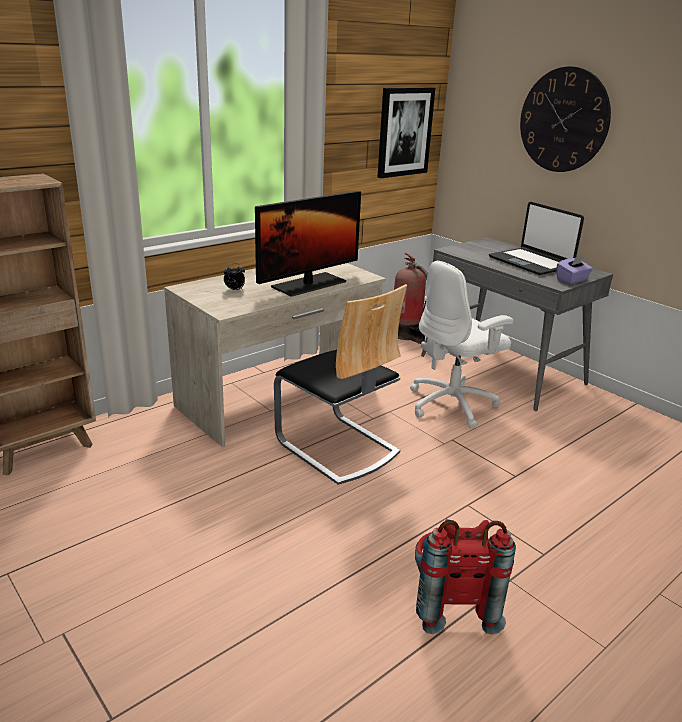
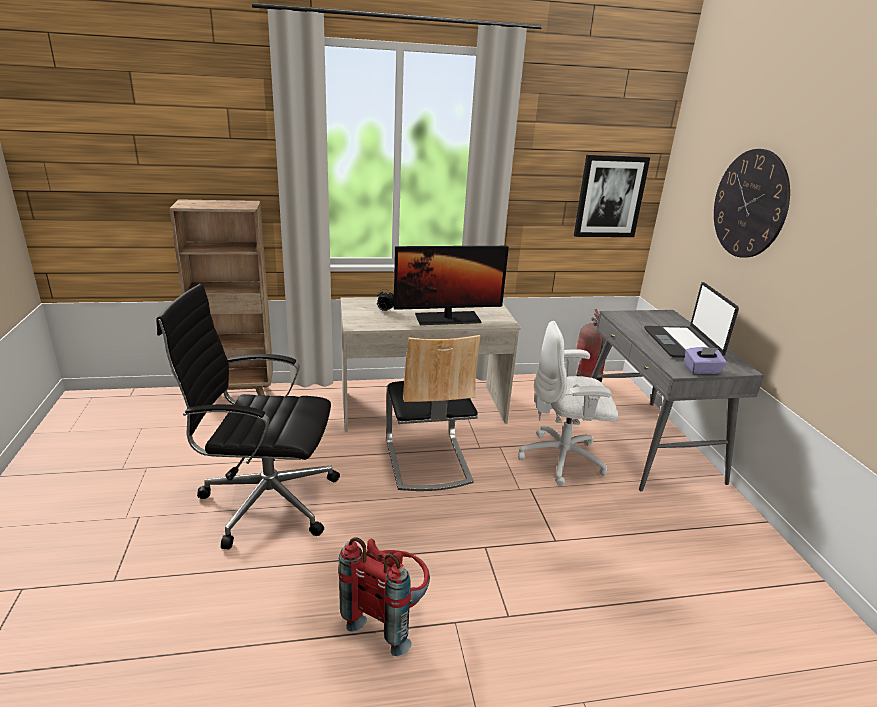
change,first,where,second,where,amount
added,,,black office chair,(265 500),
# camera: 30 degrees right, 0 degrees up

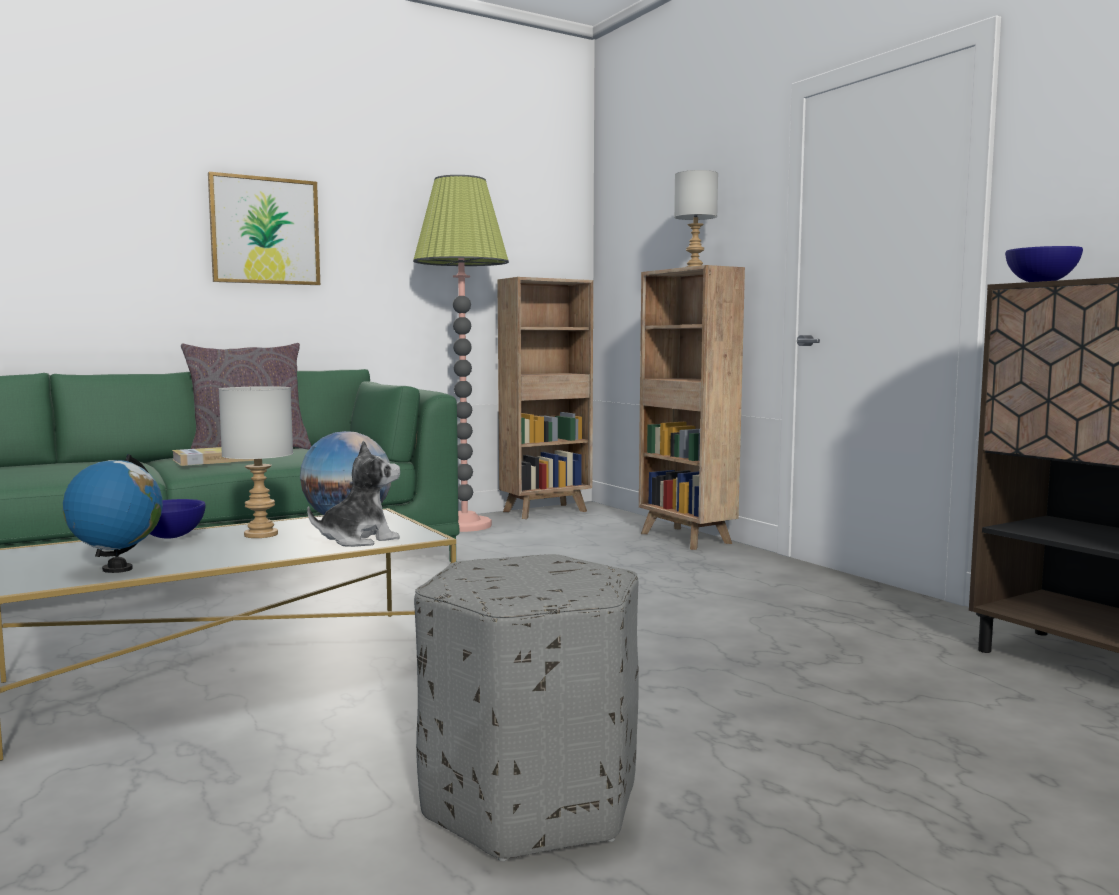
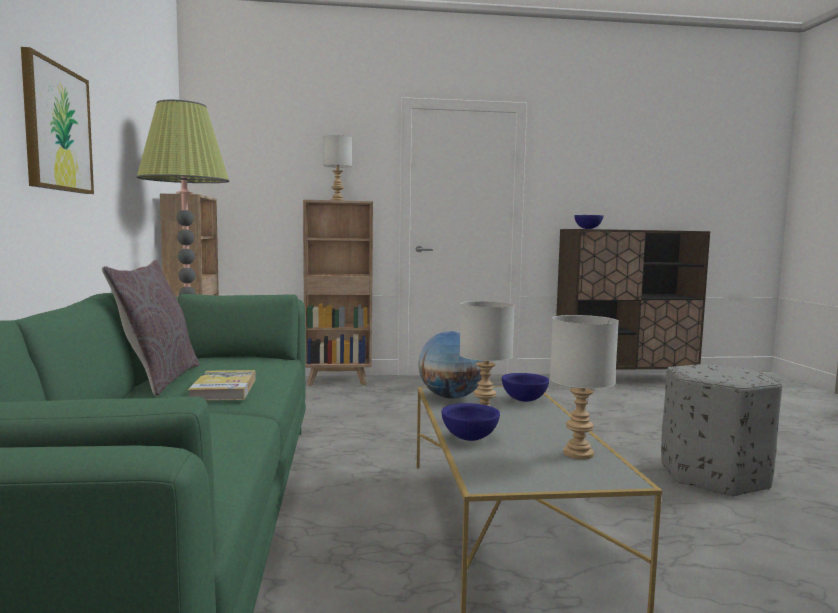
change,first,where,second,where,amount
replaced,globe,(117 569),grey table lamp,(578 454),
replaced,plush toy,(358 540),blue bowl,(524 400),
# camera: 65 degrees left, 0 degrees up

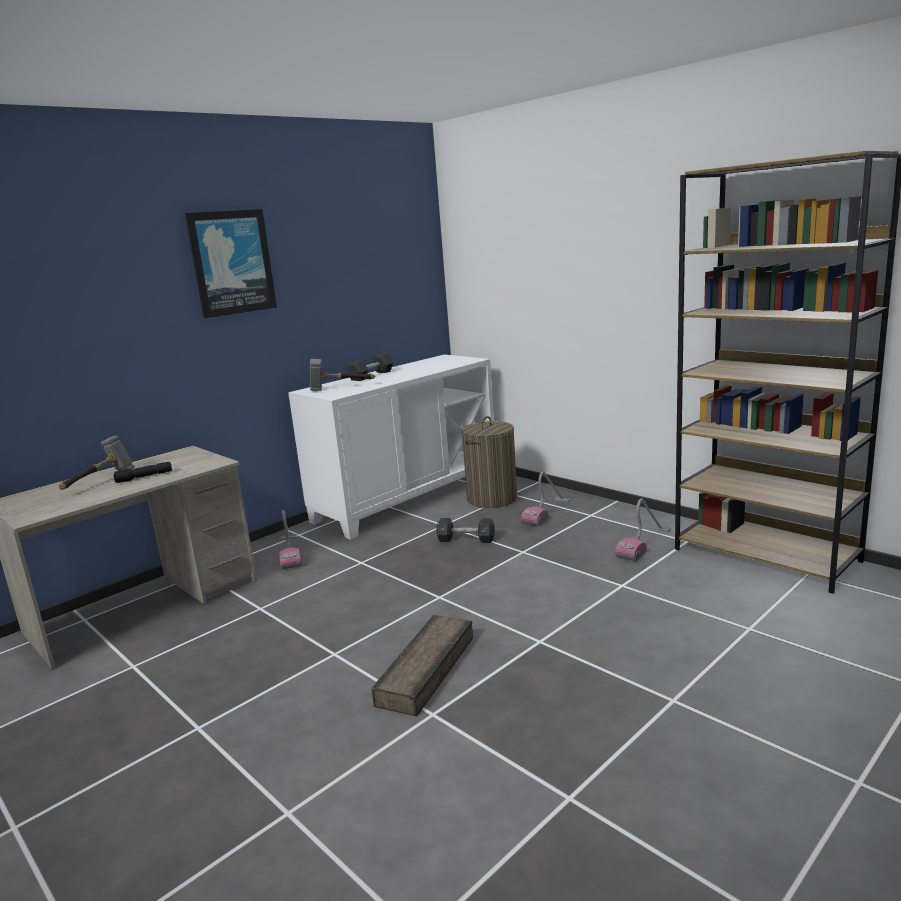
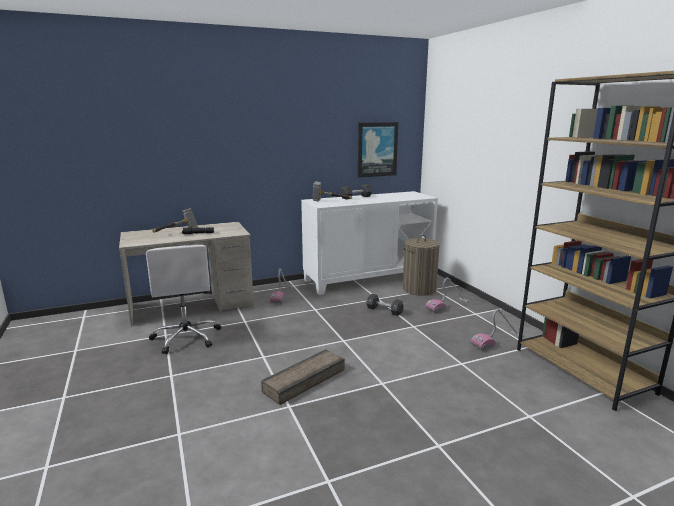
change,first,where,second,where,amount
added,,,white office chair,(186 337),
moved,picture,(231 262),,(377 149),
# camera: 20 degrees right, 0 degrees up

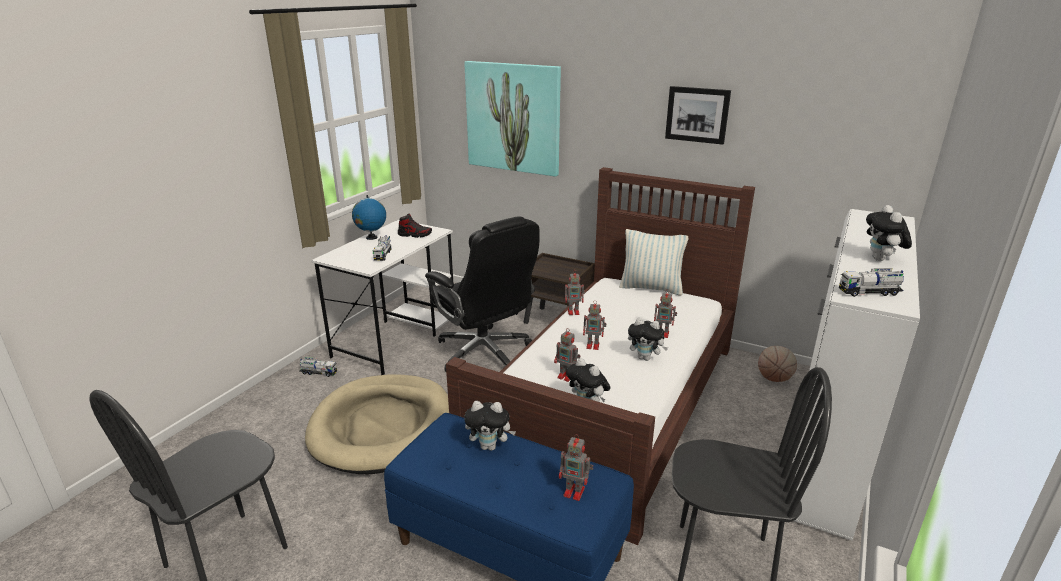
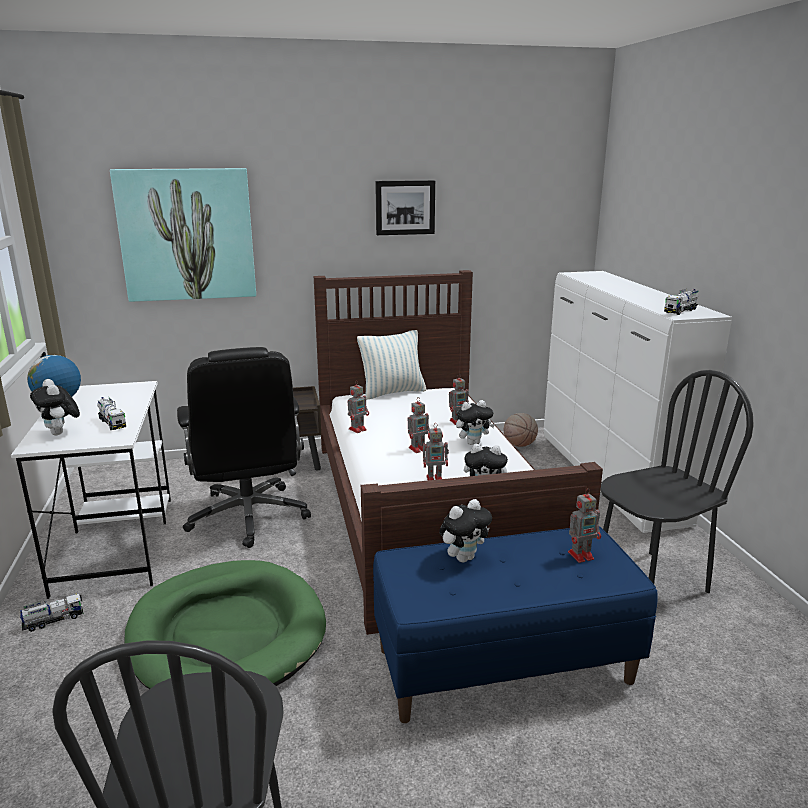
change,first,where,second,where,amount
removed,shoe,(415 235),,,
moved,plush toy,(881 260),,(61 433),
recoloured,beige dog bed,(382 427),green dog bed,(227 634),
turned,black office chair,(485 352),,(248 517),60 degrees clockwise
# camera: 40 degrees left, 5 degrees down

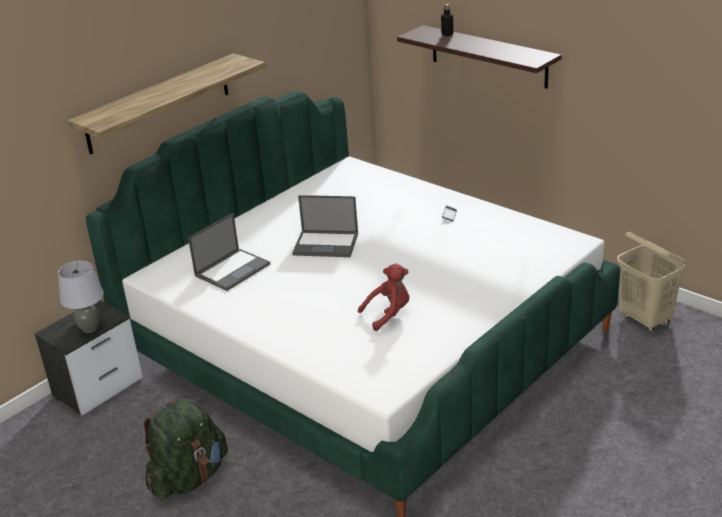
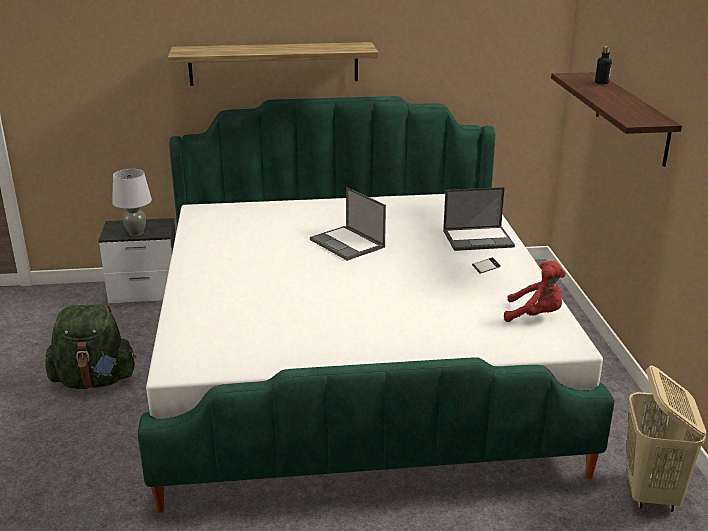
change,first,where,second,where,amount
moved,laptop,(233 269),,(478 238),
moved,red plush toy,(388 314),,(535 315),
# camera: 40 degrees right, 5 degrees down

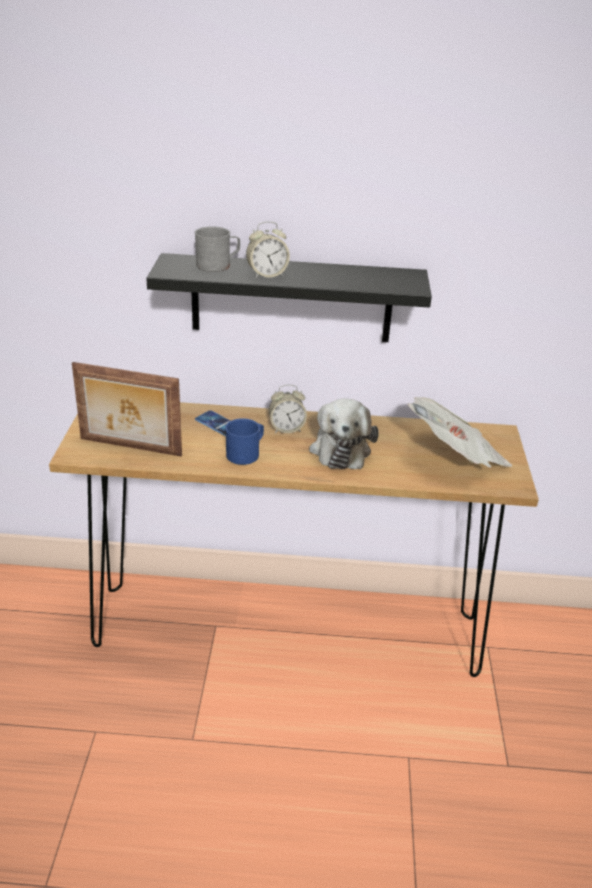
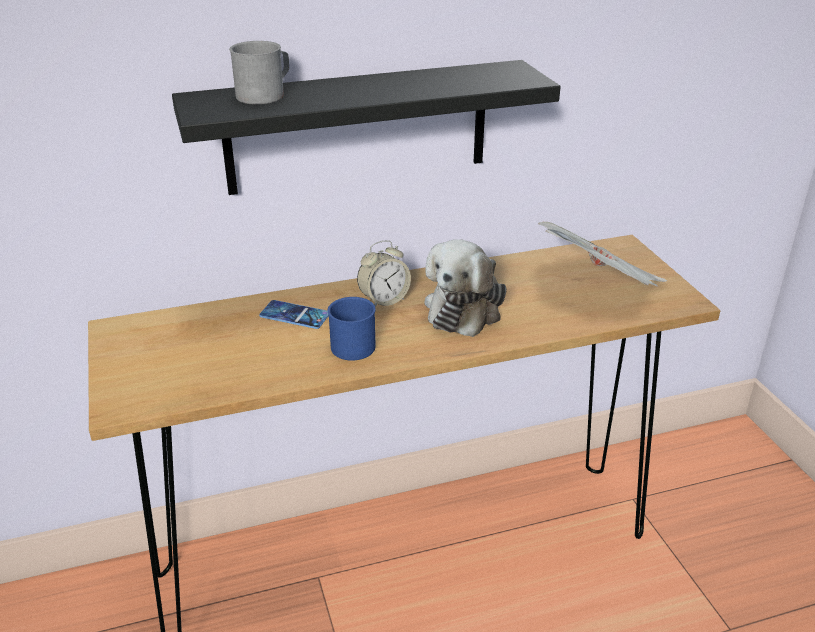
change,first,where,second,where,amount
removed,picture frame,(130 448),,,
removed,alarm clock,(267 275),,,
turned,plush toy,(340 449),,(465 308),45 degrees clockwise
# camera: 20 degrees left, 0 degrees up

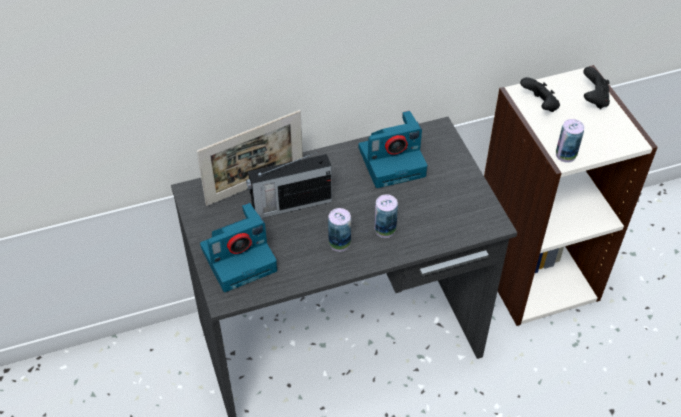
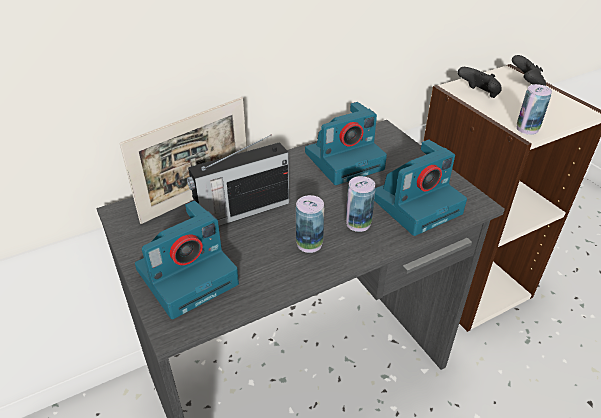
change,first,where,second,where,amount
added,,,photo camera,(416 204),
# camera: 10 degrees left, 10 degrees down

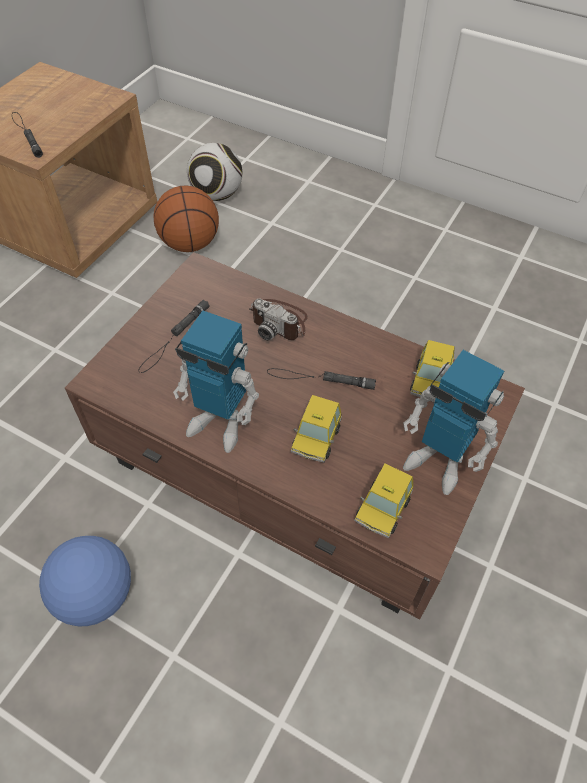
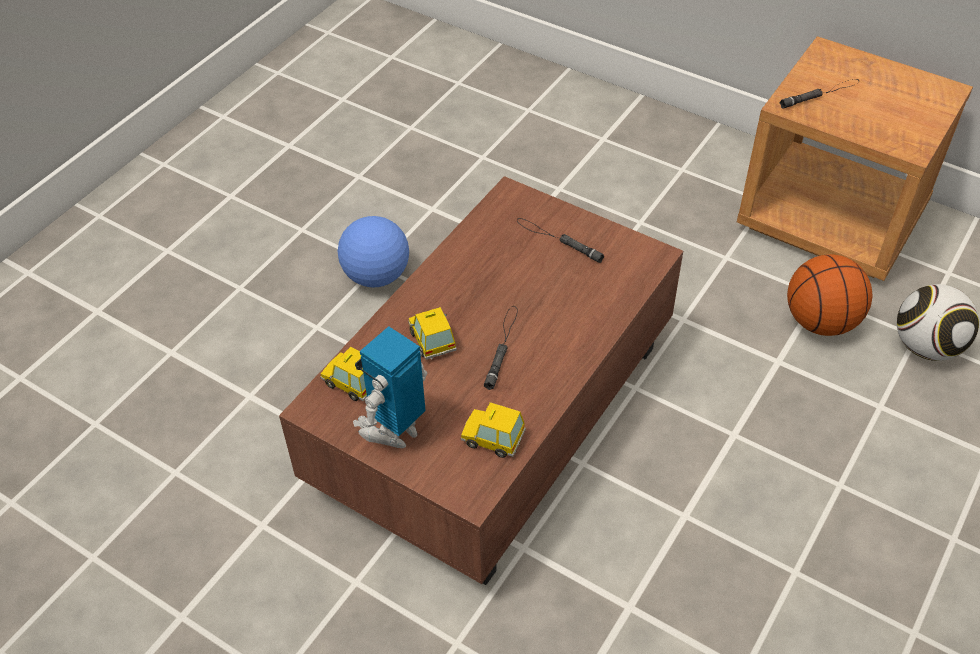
change,first,where,second,where,amount
removed,toy robot,(220 423),,,
removed,photo camera,(280 322),,,
turned,toy car,(316 438),,(432 340),45 degrees clockwise
# camera: 95 degrees right, 5 degrees down

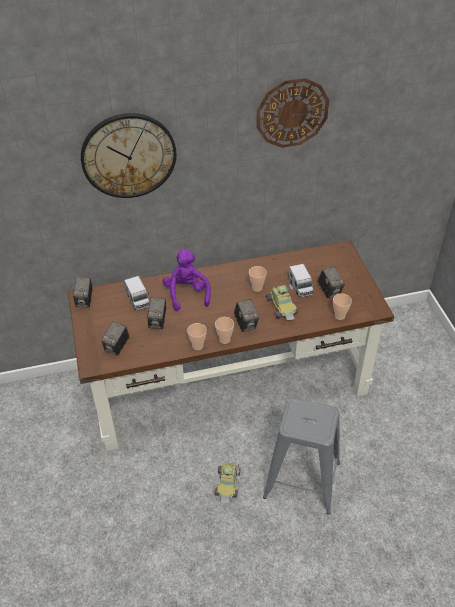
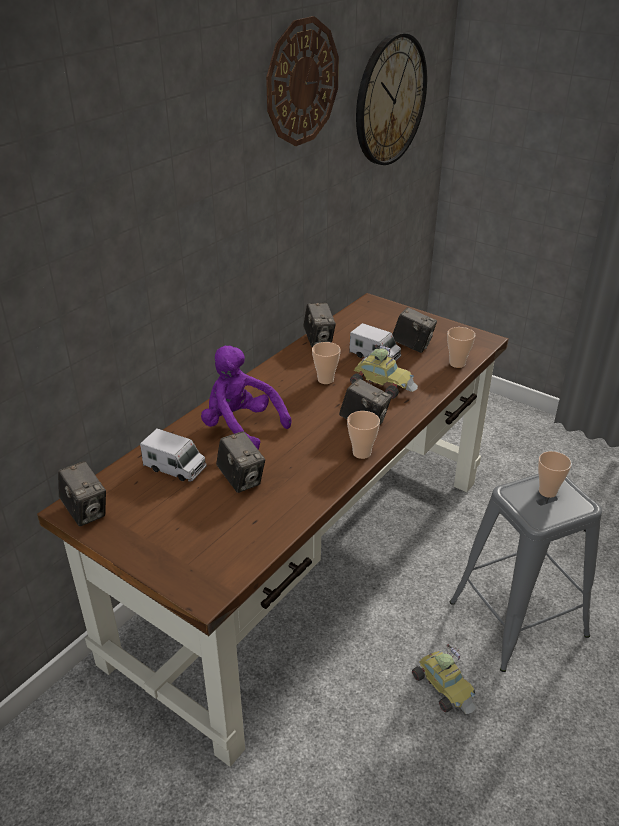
change,first,where,second,where,amount
moved,wall clock,(128 155),,(390 100),
moved,photo camera,(117 347),,(319 340),
moved,cup,(197 346),,(547 491),
# camera: 40 degrees left, 10 degrees down

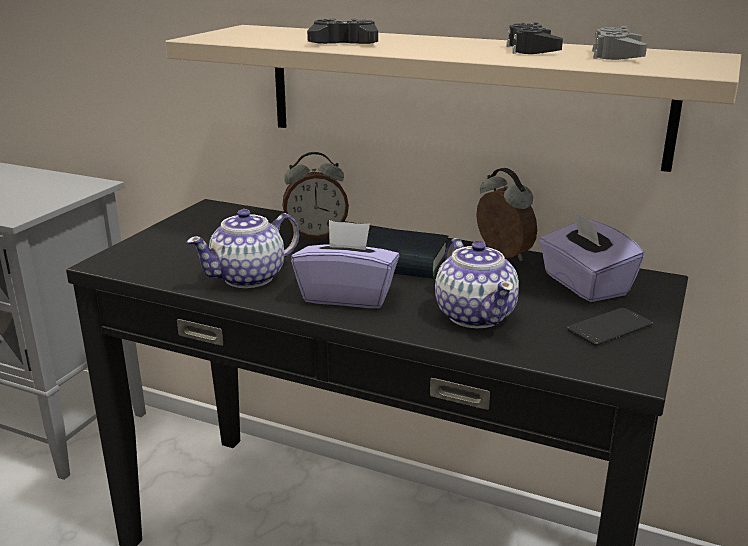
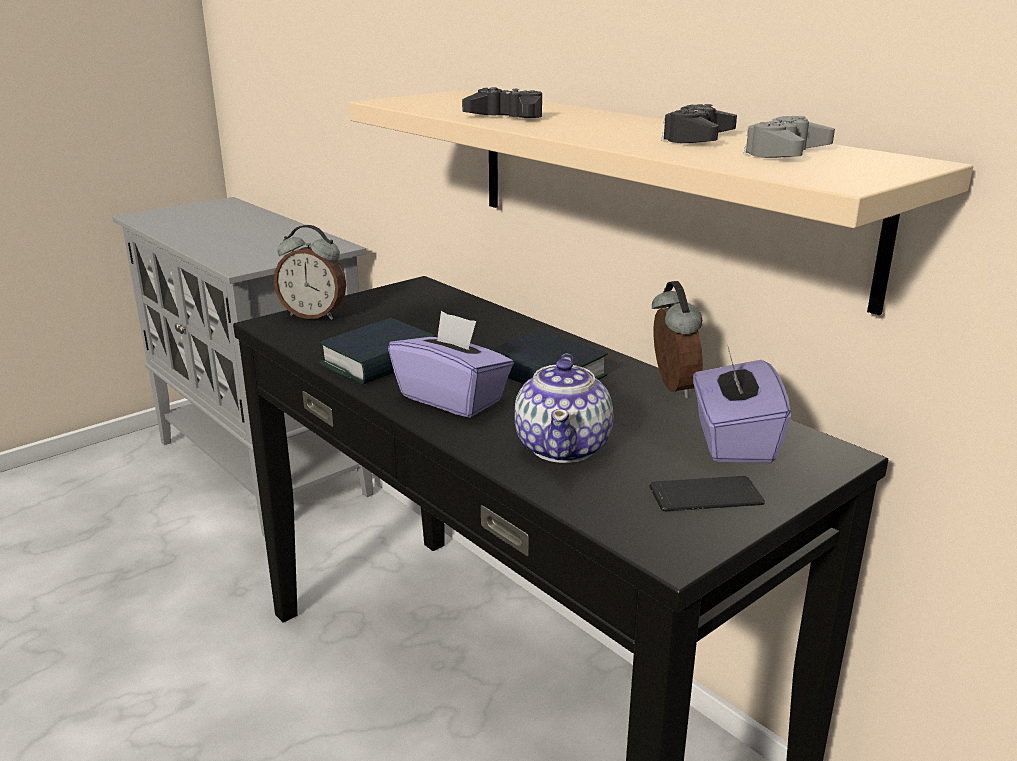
change,first,where,second,where,amount
moved,alarm clock,(316 235),,(314 315),
replaced,teapot,(249 277),book,(379 361),
# camera: 25 degrees right, 0 degrees up

